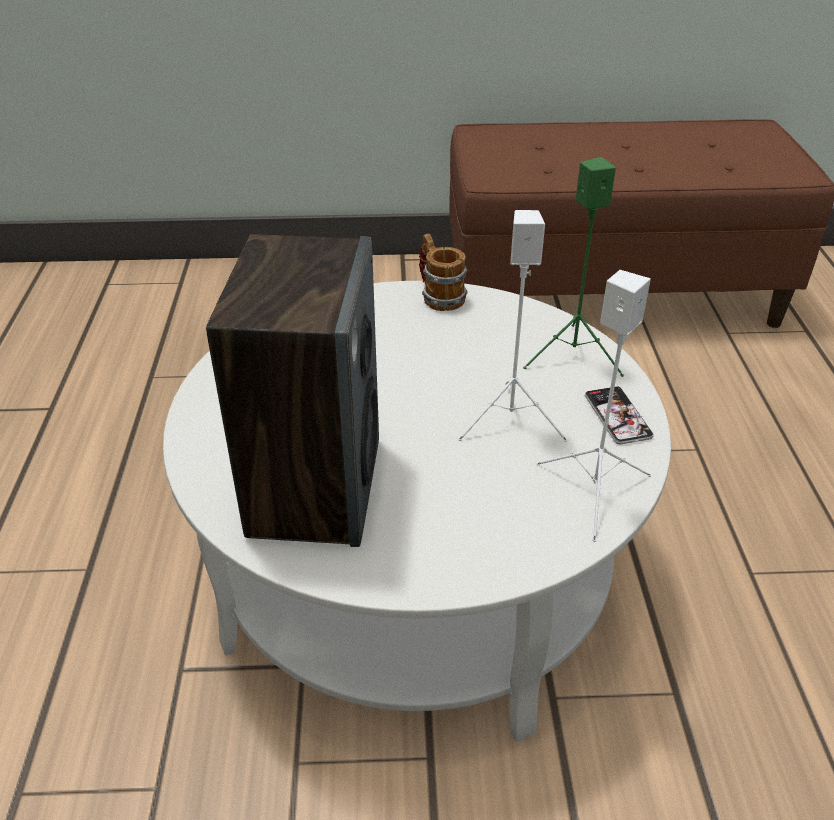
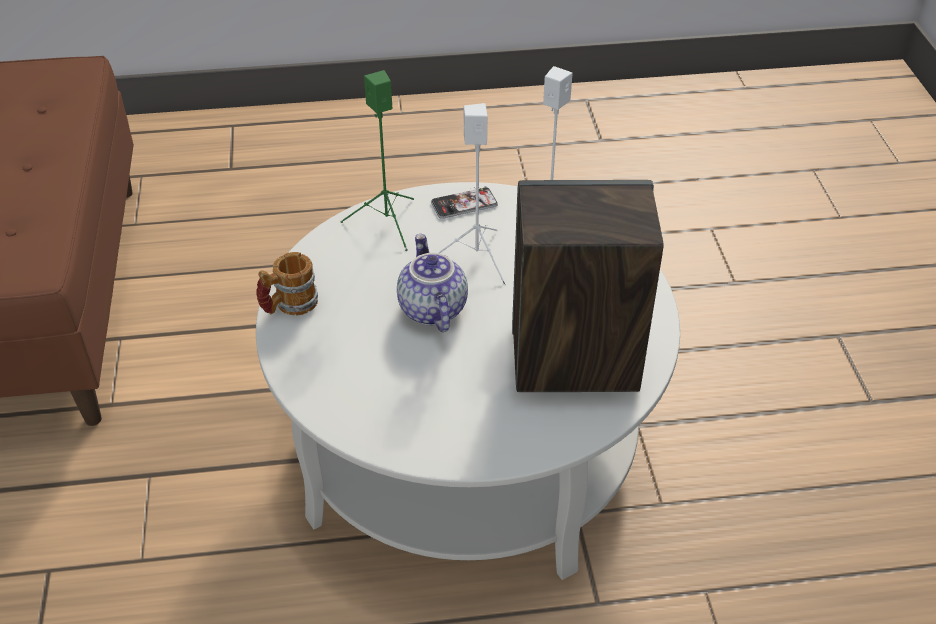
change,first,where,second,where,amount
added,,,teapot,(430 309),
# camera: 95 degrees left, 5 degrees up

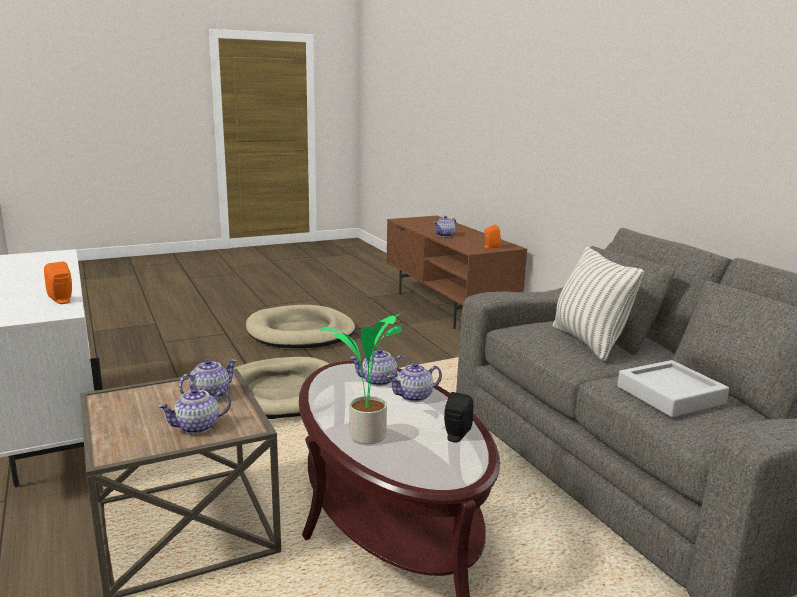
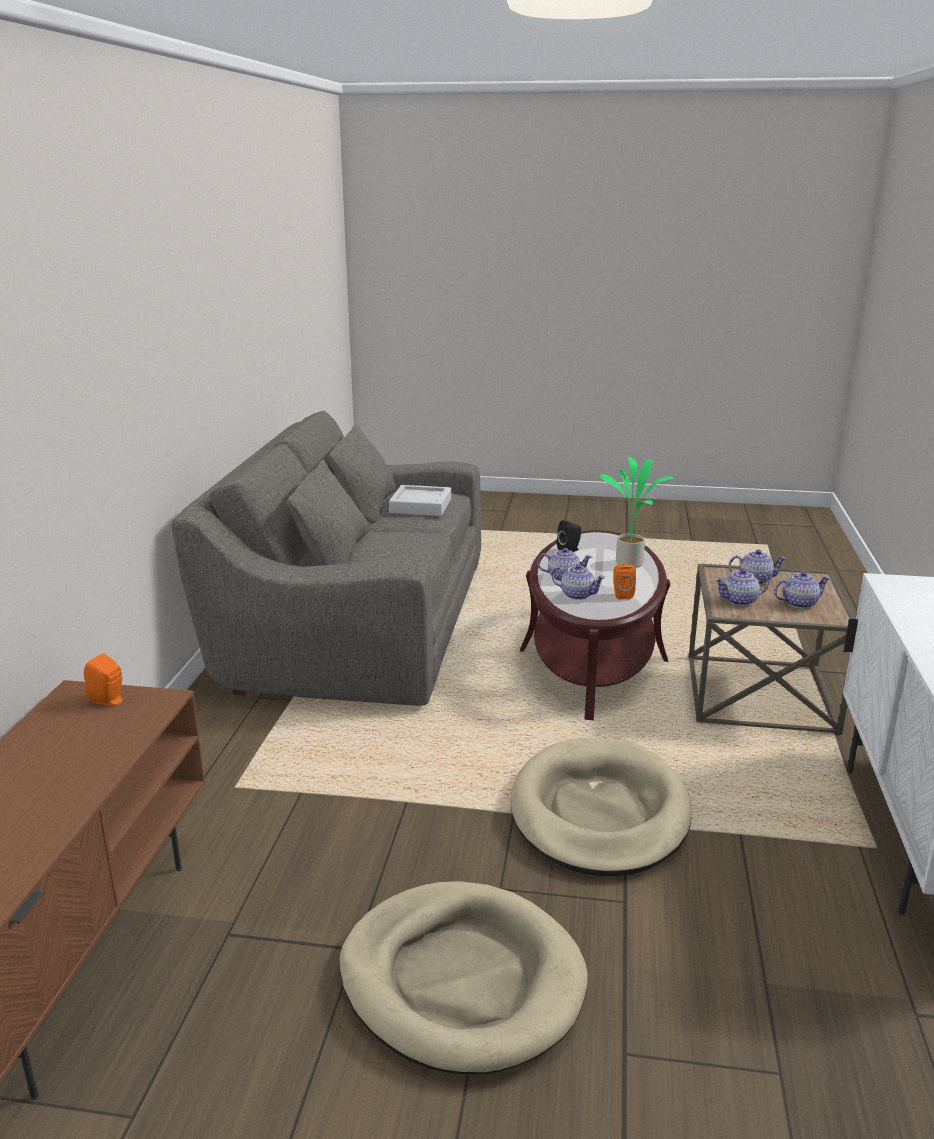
change,first,where,second,where,amount
removed,pillow,(588 342),,,
moved,orange speaker,(62 301),,(622 595),
moved,teapot,(445 235),,(798 603),
# camera: 145 degrees left, 5 degrees up

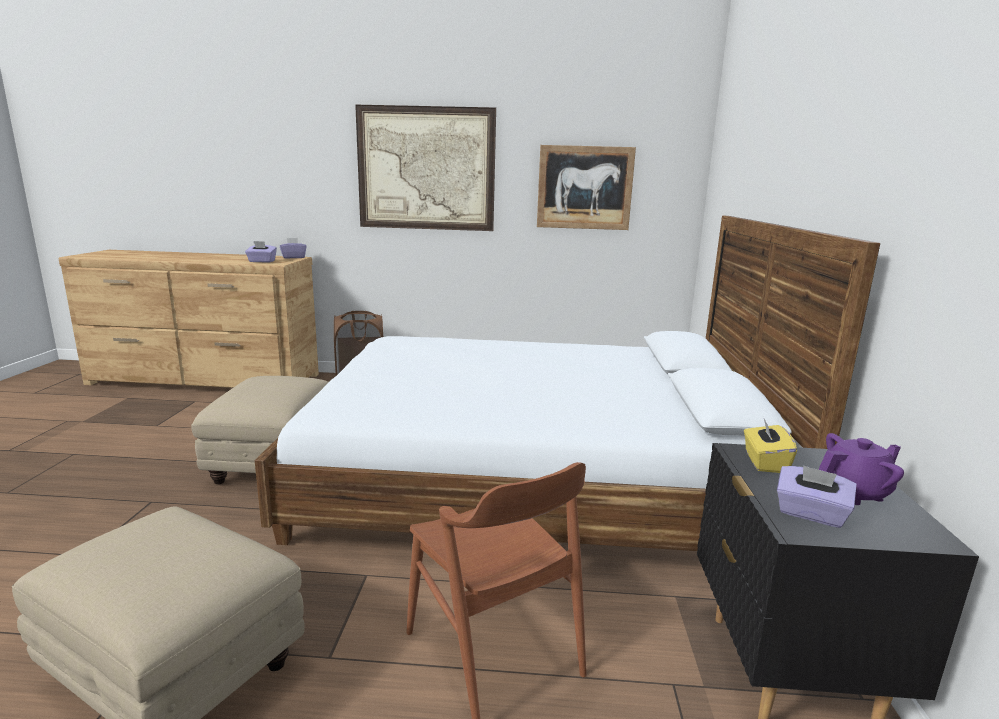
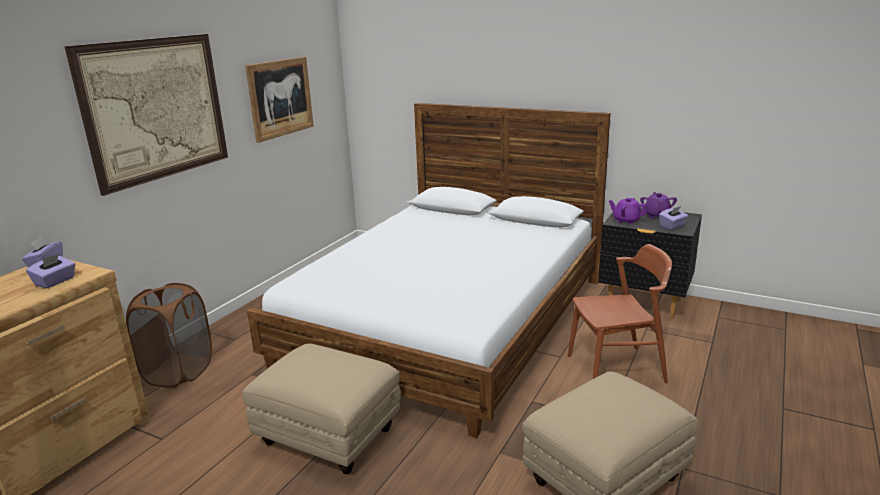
change,first,where,second,where,amount
replaced,yellow tissue box,(764 462),purple teapot,(626 221),
# camera: 65 degrees left, 5 degrees up

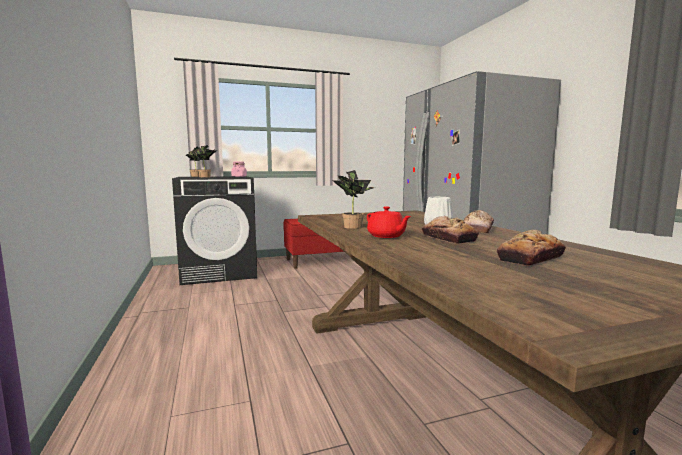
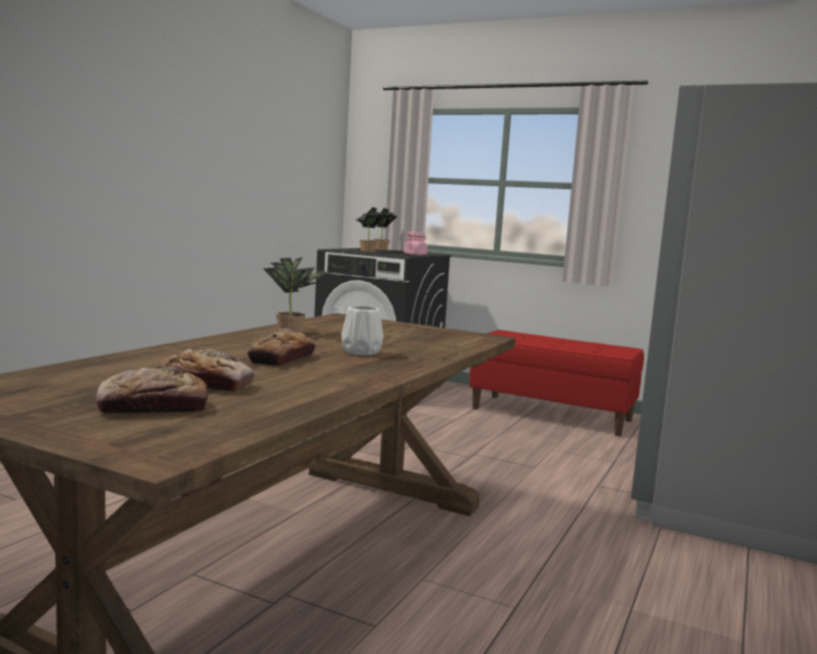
change,first,where,second,where,amount
removed,red teapot,(386 236),,,
moved,bread,(478 229),,(153 407),
# camera: 45 degrees right, 0 degrees up

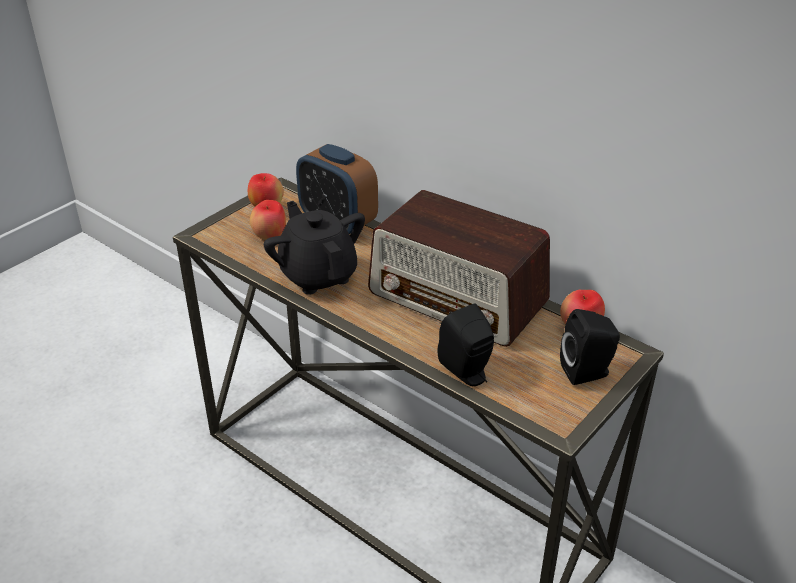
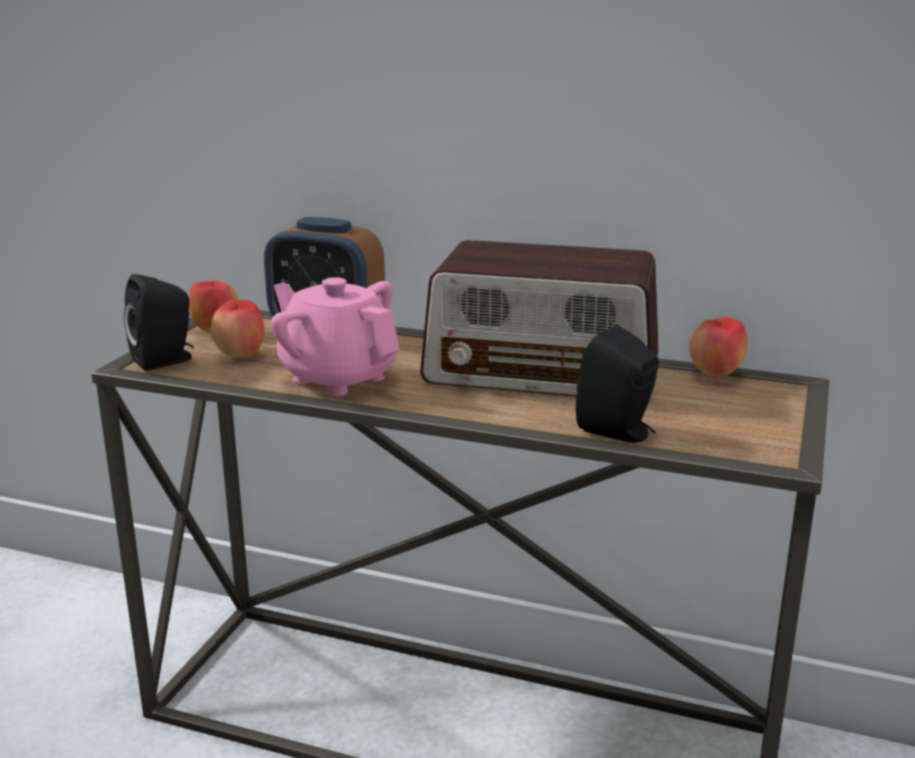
change,first,where,second,where,amount
moved,black speaker,(588 372),,(166 360),
recoloured,black teapot,(318 275),pink teapot,(338 378),
# camera: 20 degrees left, 15 degrees down

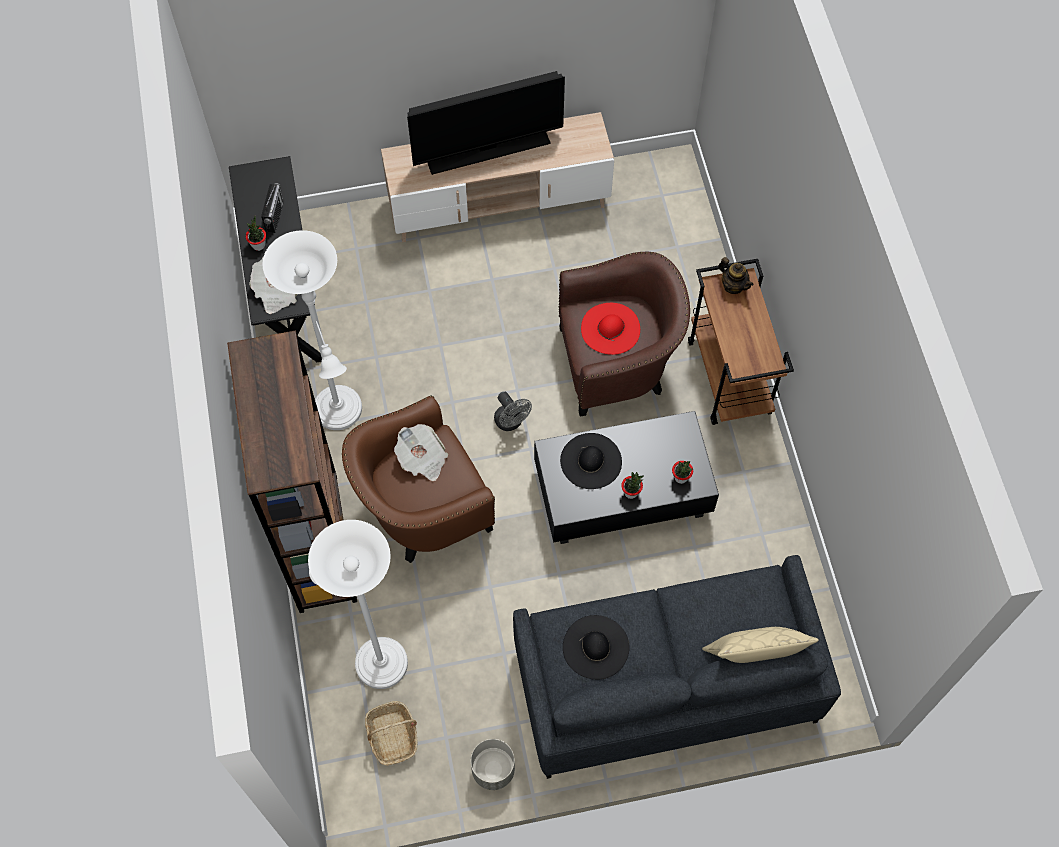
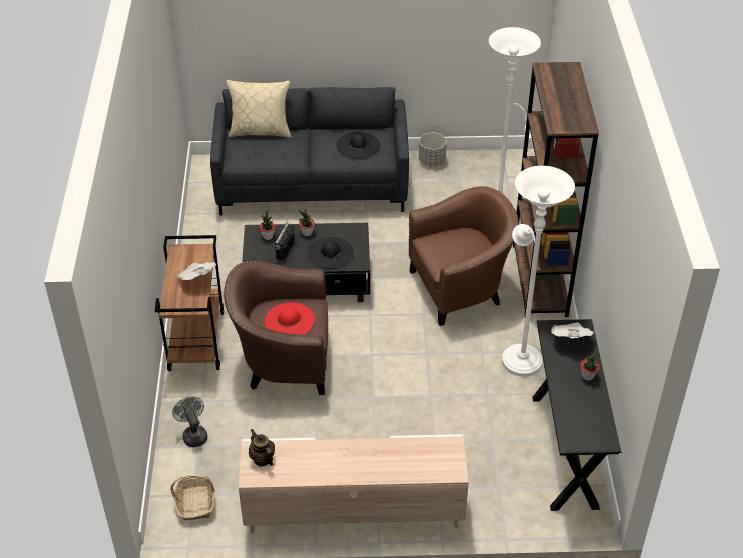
change,first,where,second,where,amount
removed,television,(488 150),,,
moved,radio,(274 216),,(285 250),
moved,basket,(392 736),,(195 502),
moved,newspaper,(422 459),,(197 278),
moved,grey fan,(511 422),,(193 434),
moved,teapot,(733 285),,(262 459),
# camera: 170 degrees left, 20 degrees down

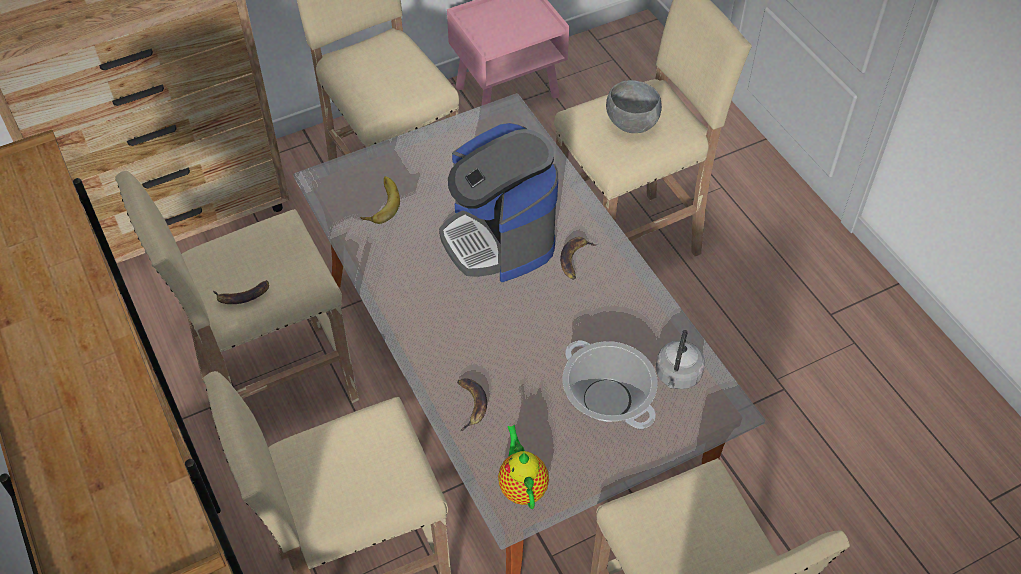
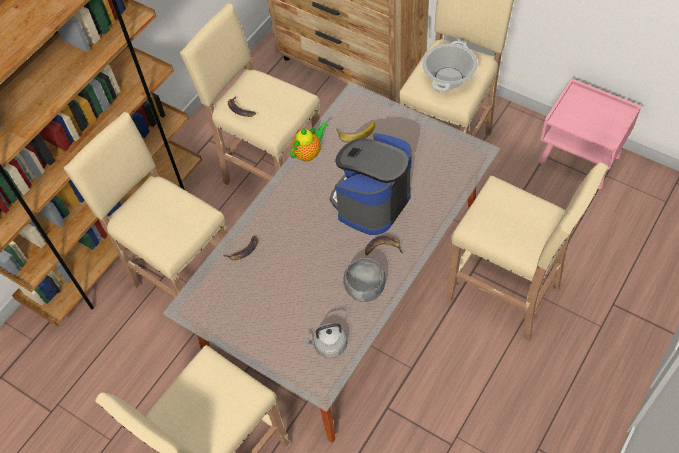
change,first,where,second,where,amount
moved,teapot,(522 486),,(309 153),
moved,cooking pot,(607 399),,(449 78),
moved,grey bowl,(631 125),,(364 289),
# camera: 65 degrees right, 5 degrees up

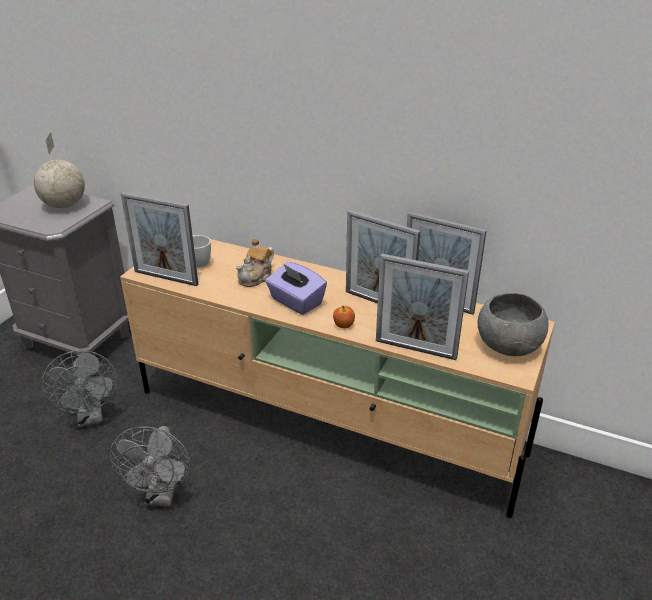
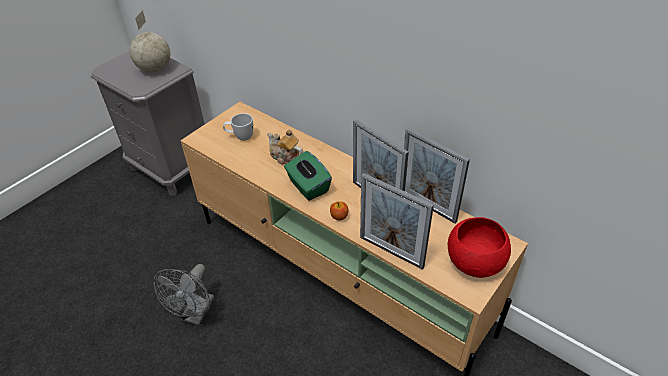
change,first,where,second,where,amount
removed,grey fan,(91 417),,,
removed,picture frame,(166 278),,,
recoloured,purple tissue box,(296 302),green tissue box,(308 186),
recoloured,grey bowl,(509 345),red bowl,(475 262),
turned,teapot,(257 277),,(285 157),75 degrees clockwise
# camera: 15 degrees right, 10 degrees up

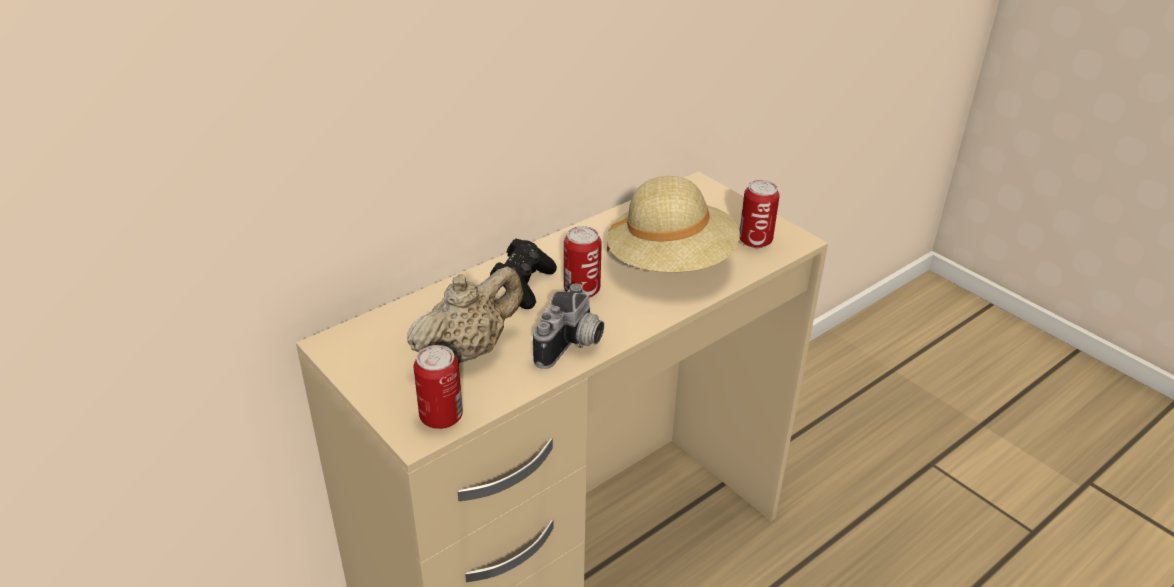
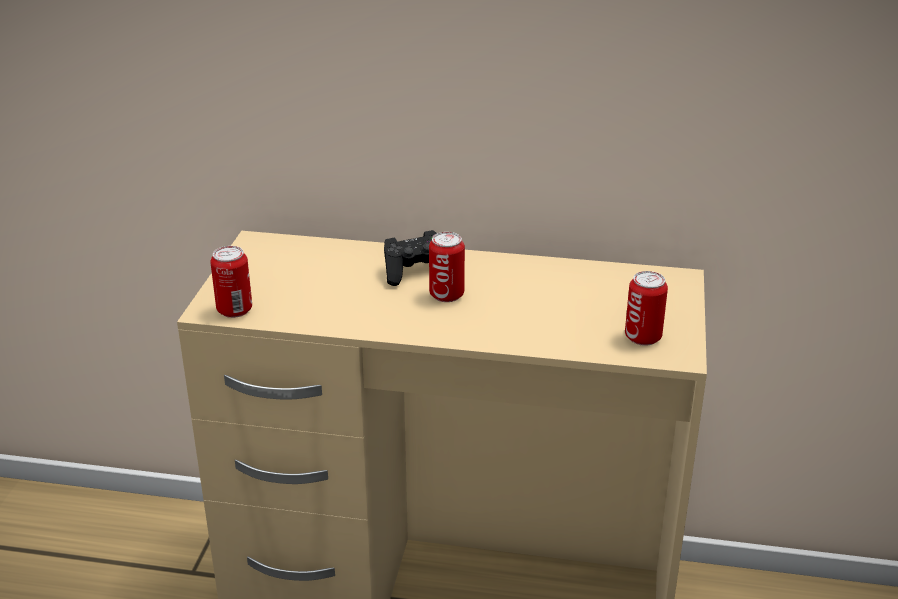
change,first,where,second,where,amount
removed,beige teapot,(468 350),,,
removed,photo camera,(572 346),,,
removed,beige hat,(671 263),,,
# camera: 50 degrees right, 5 degrees down

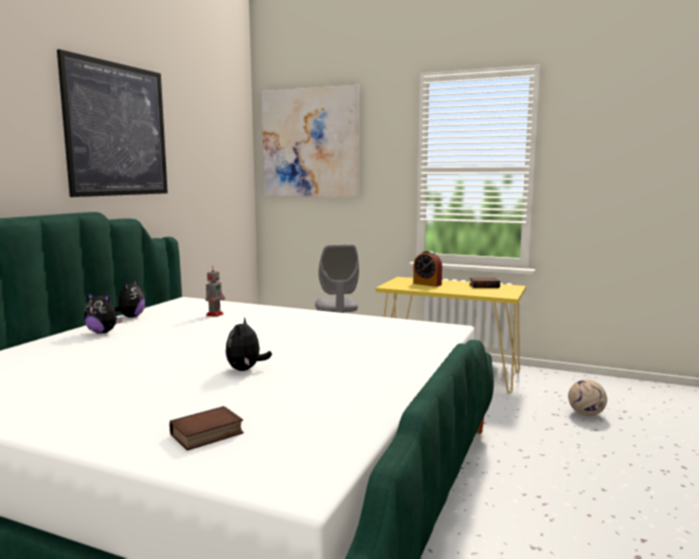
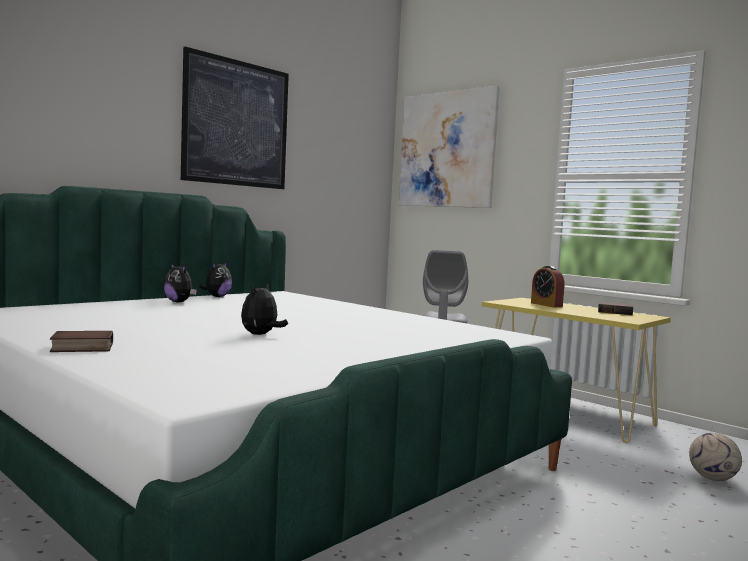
change,first,where,second,where,amount
removed,toy robot,(215 314),,,
moved,book,(207 435),,(81 348),
# camera: 20 degrees right, 5 degrees down

